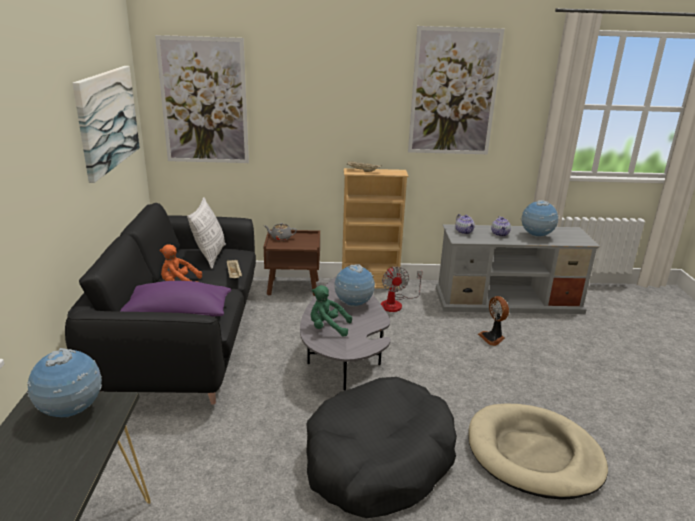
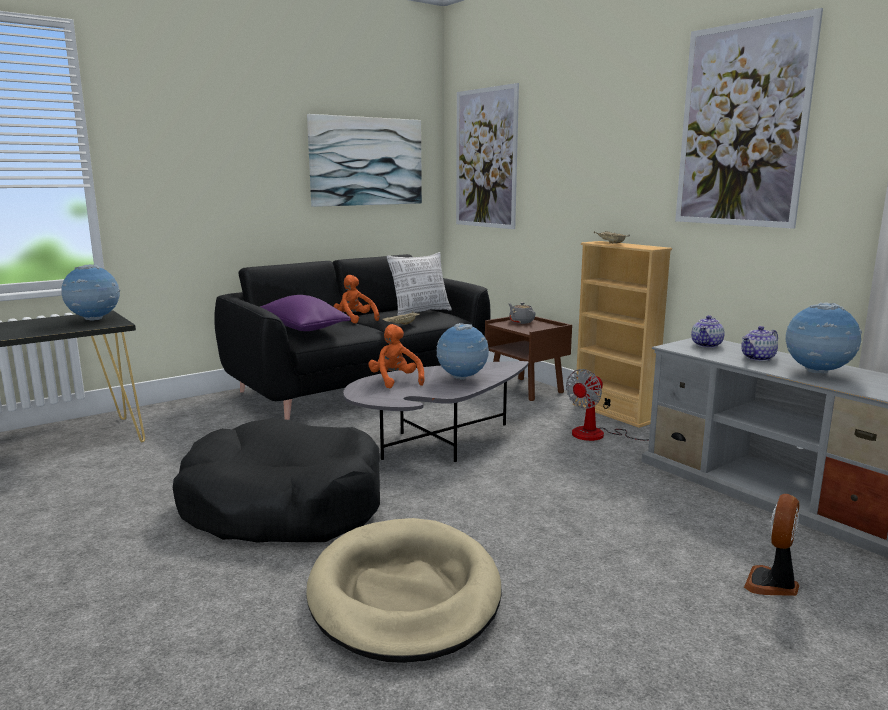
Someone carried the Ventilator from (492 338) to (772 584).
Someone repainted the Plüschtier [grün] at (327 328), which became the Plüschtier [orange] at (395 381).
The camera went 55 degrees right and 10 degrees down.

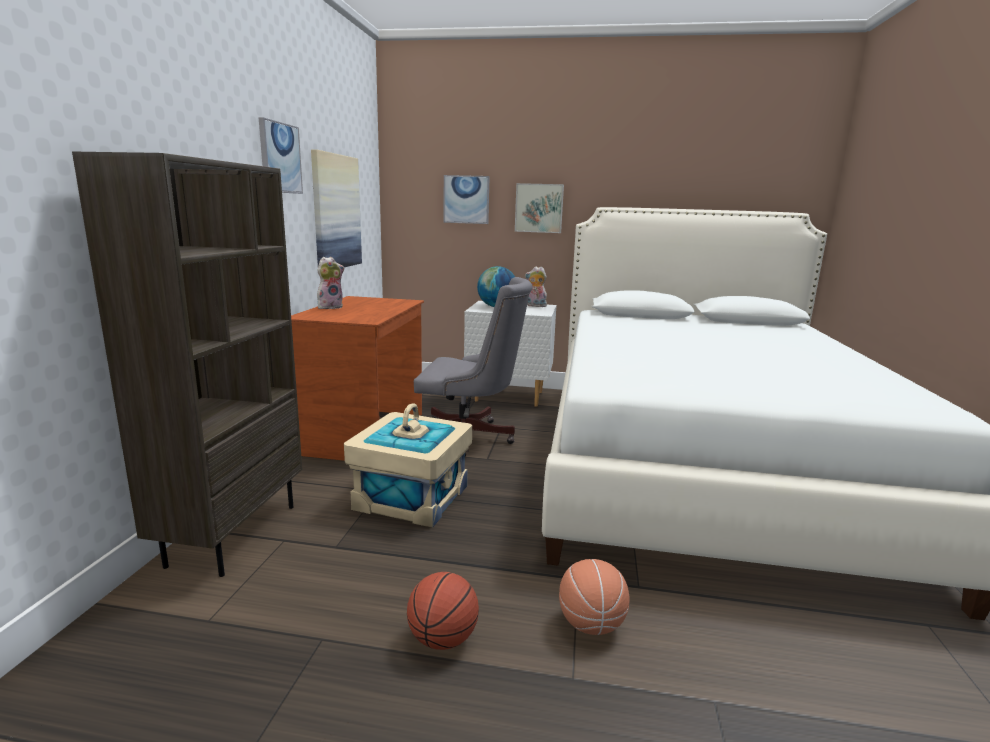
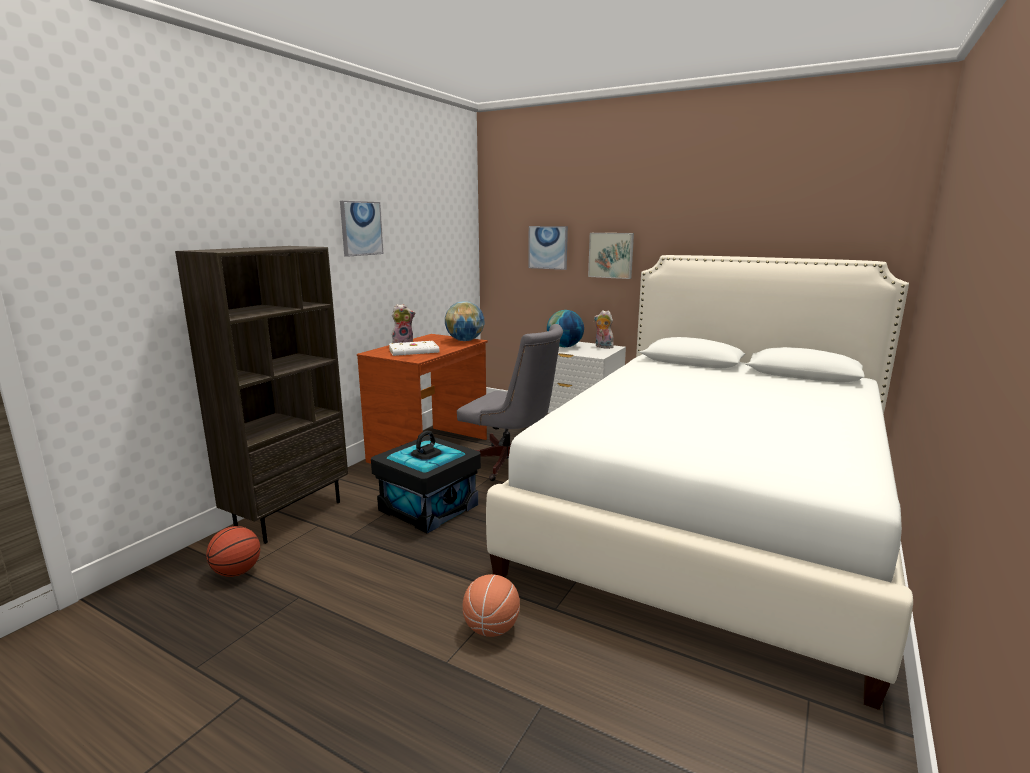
Someone took away the Bild at (335 212).
Someone put down the Buch [weiß] at (414 351).
Someone put down the Globus at (465 340).
Someone carried the Basketball from (443 639) to (237 572).
Someone repainted the Aufbewahrungsbox [beige] at (411 497), which became the Aufbewahrungsbox [schwarz] at (428 507).
The camera went 20 degrees right and 0 degrees up.

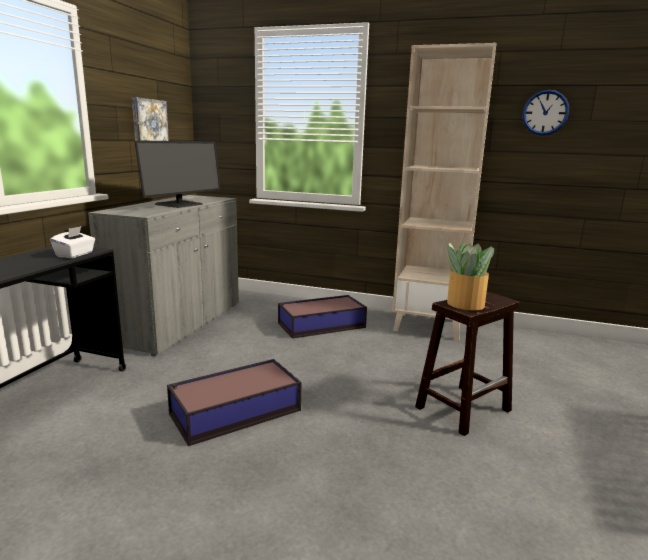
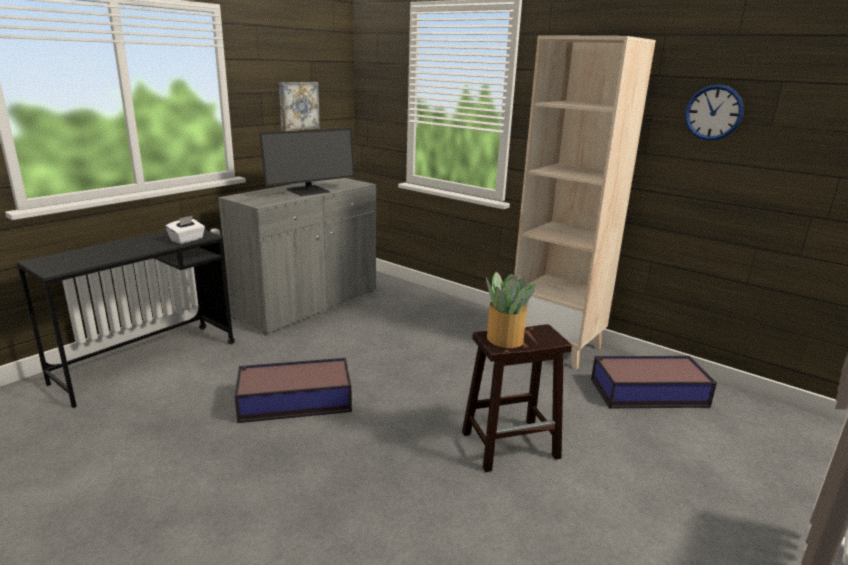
Someone carried the Aufbewahrungsbox from (320 325) to (646 392).
The camera went 20 degrees right and 5 degrees up.

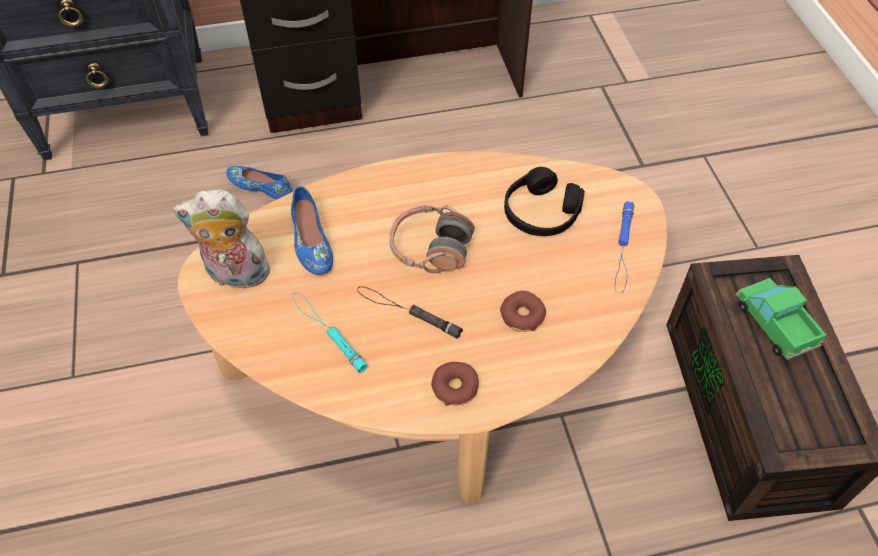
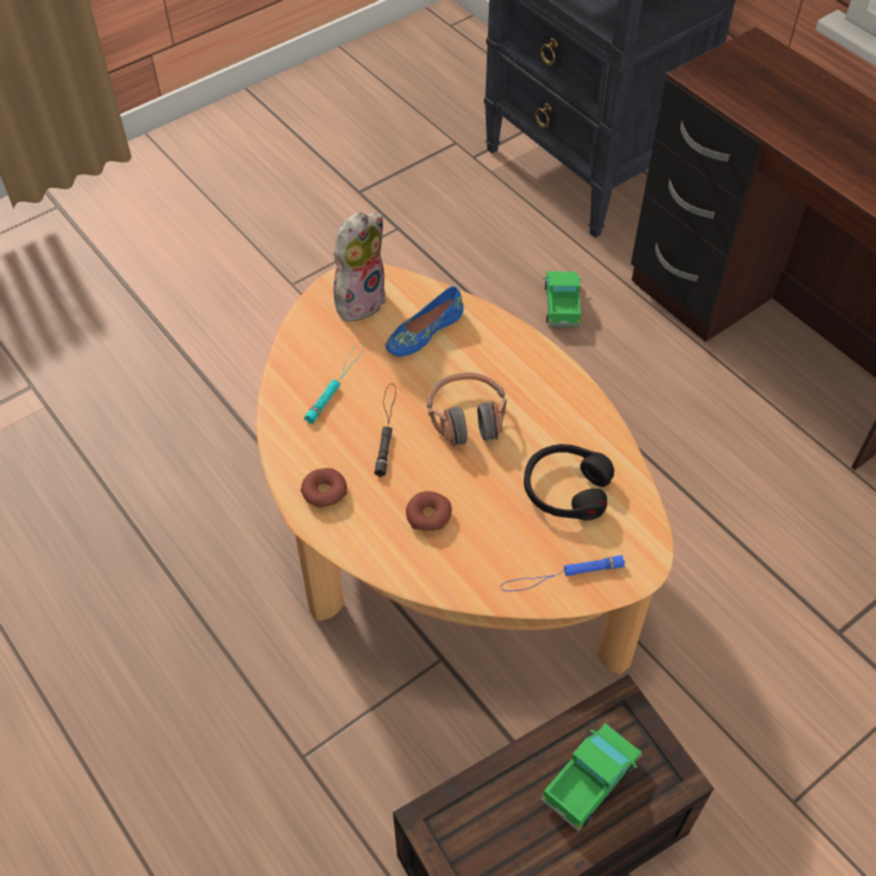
Someone swapped the Schuh [blau] at (260 185) for the Spielzeuglaster at (561 304).
Someone rotated the Plüschtier at (235 276) by 60 degrees clockwise.
The camera went 65 degrees right and 0 degrees up.

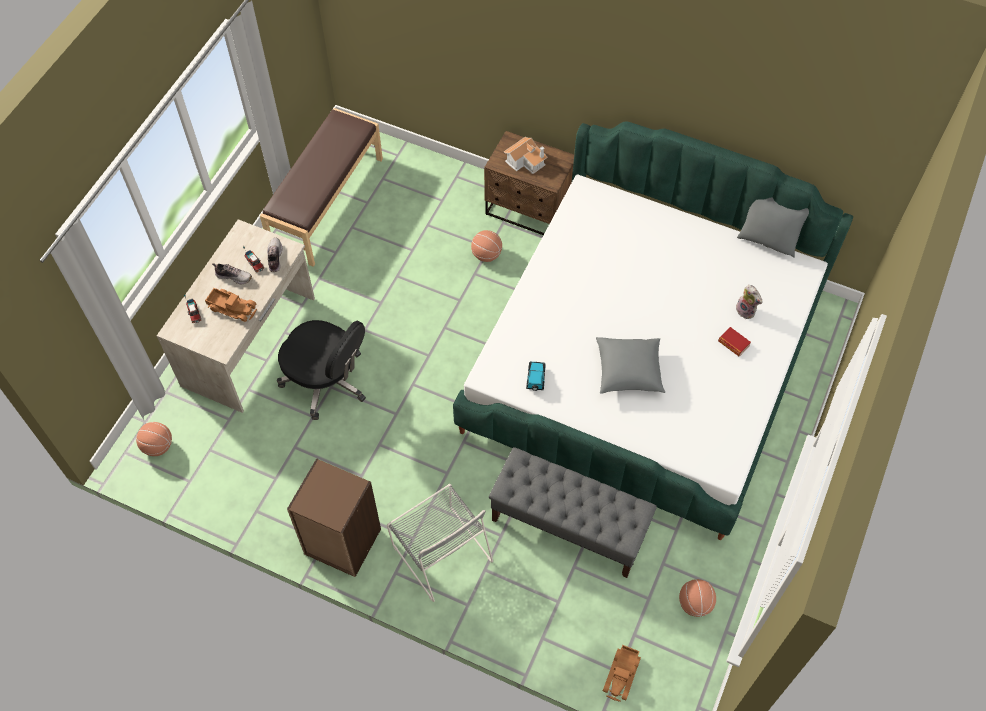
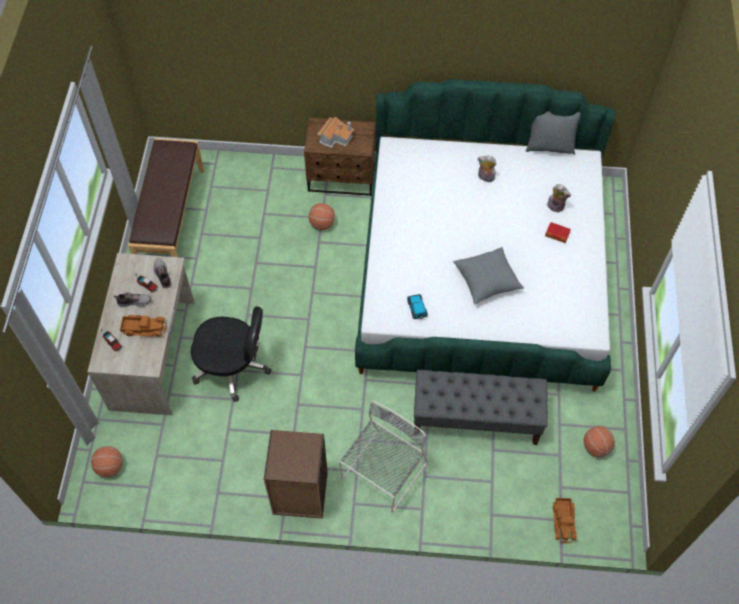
Someone put down the Plüschtier at (485 178).
Someone rotated the Stuhl [grau] at (440 550) by 90 degrees counterclockwise.
The camera went 20 degrees left and 0 degrees up.

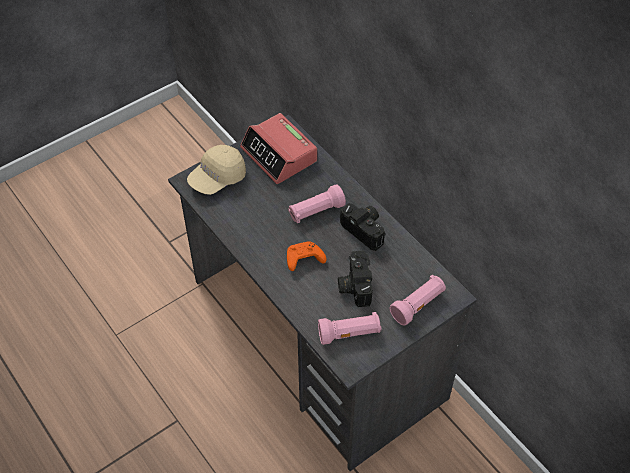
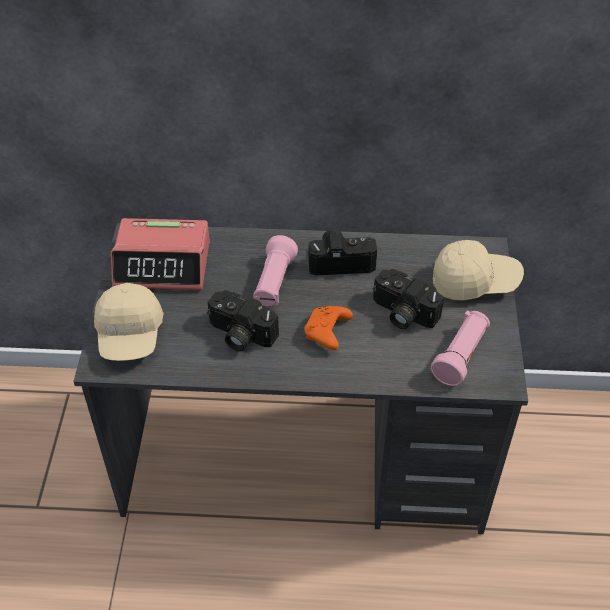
Someone put down the Kamera at (239 334).
Someone swapped the Taschenlampe [rosa] at (418 305) for the Kappe [beige] at (474 282).
The camera went 50 degrees left and 5 degrees down.

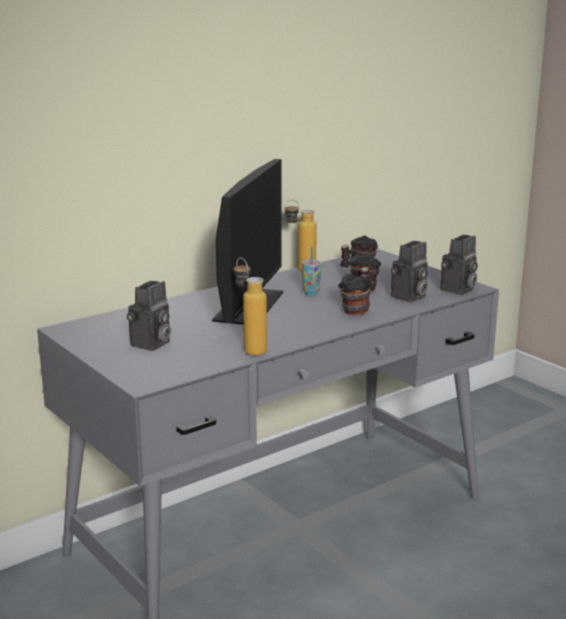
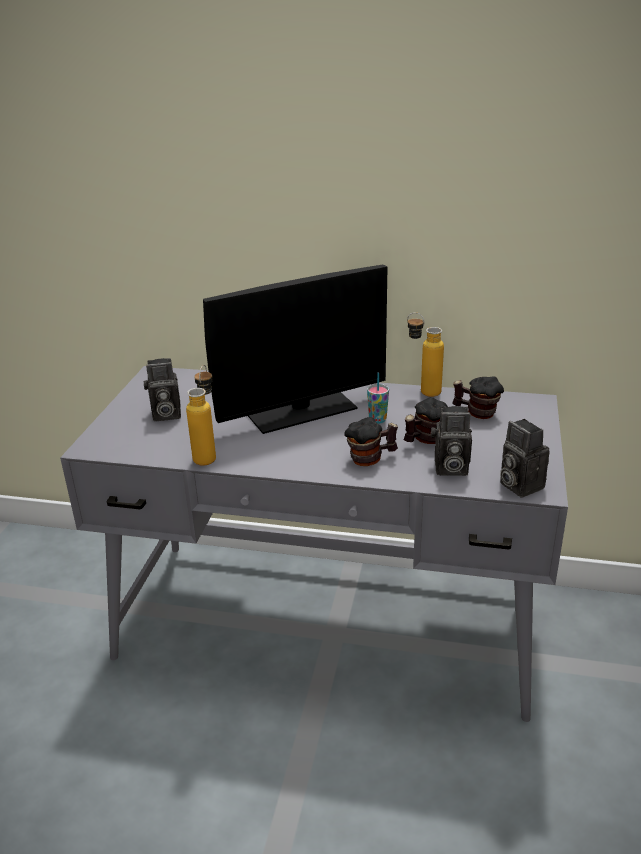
Someone rotated the Kamera at (458 290) by 60 degrees clockwise.
The camera went 50 degrees right and 10 degrees up.

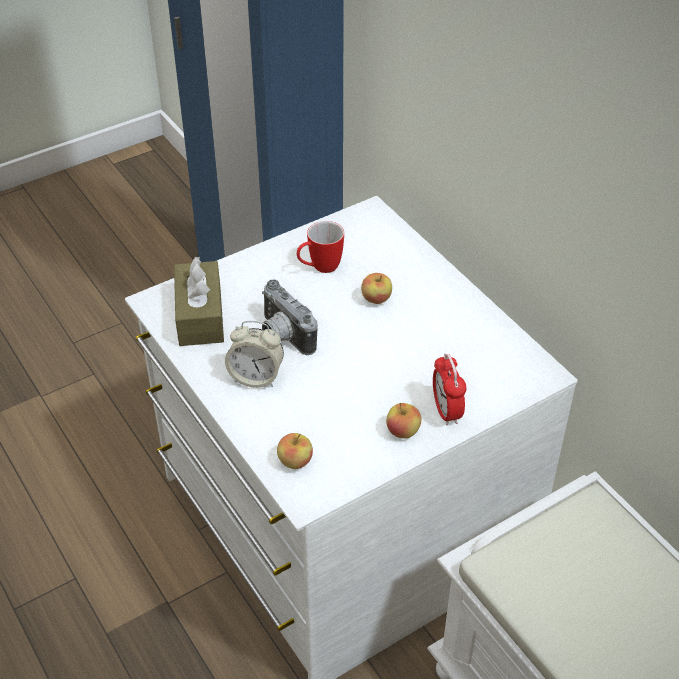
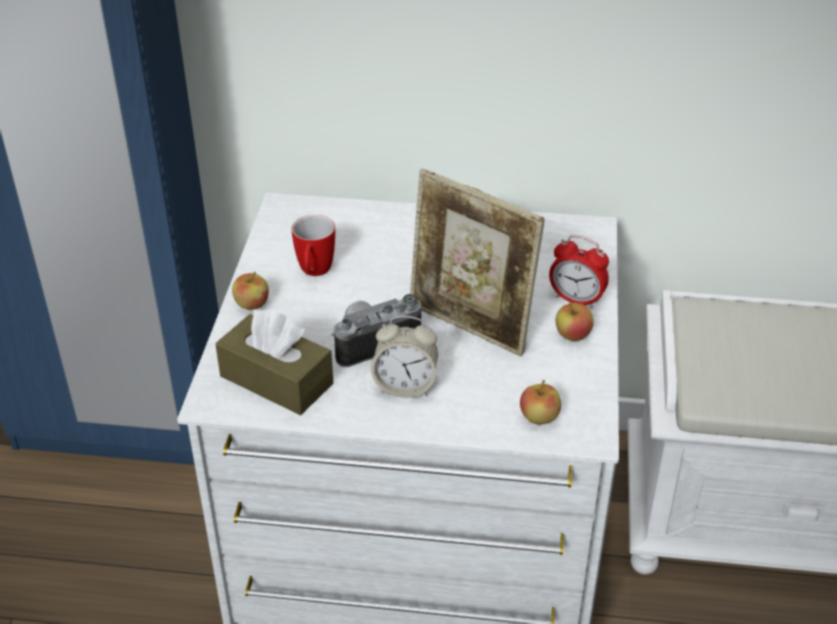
Someone put down the Bilderrahmen at (470 327).
Someone carried the Apfel from (376 299) to (252 305).
Someone rotated the Wecker at (256 377) by 45 degrees clockwise.
Someone rotated the Kamera at (282 336) by 150 degrees clockwise.
The camera went 50 degrees left and 5 degrees down.

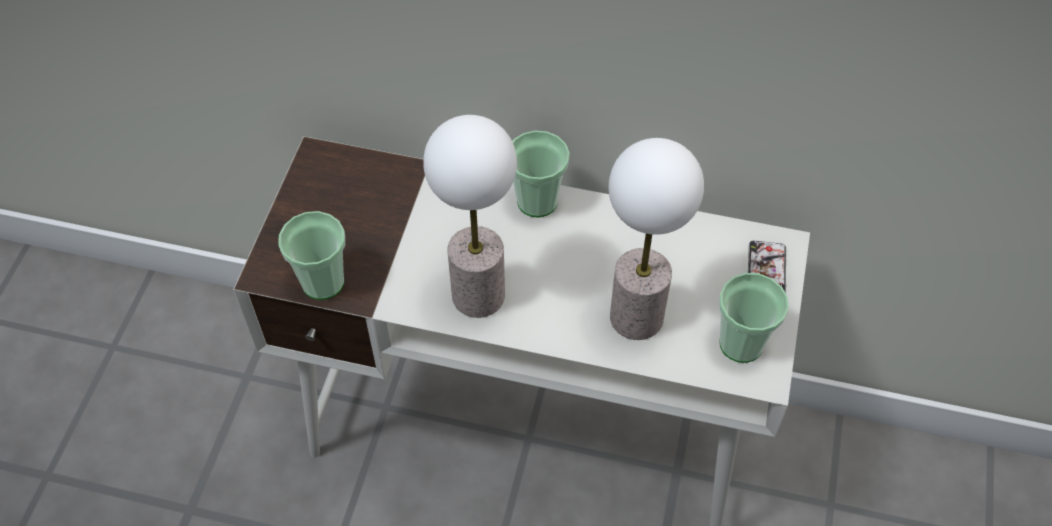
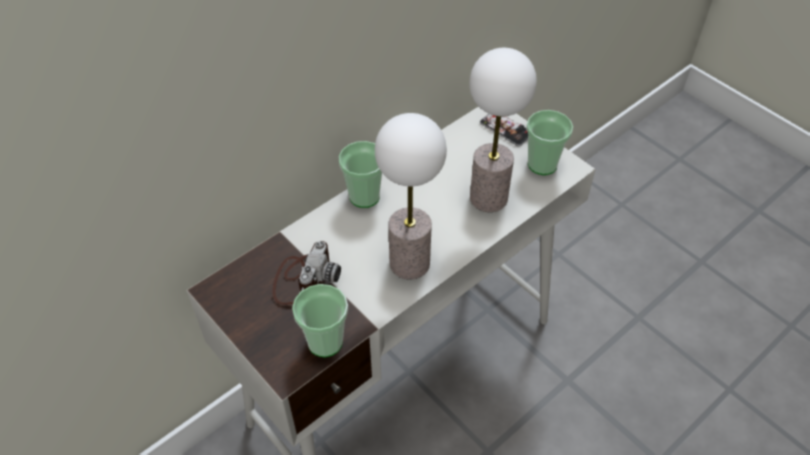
Someone put down the Kamera at (303 278).
The camera went 55 degrees left and 5 degrees down.

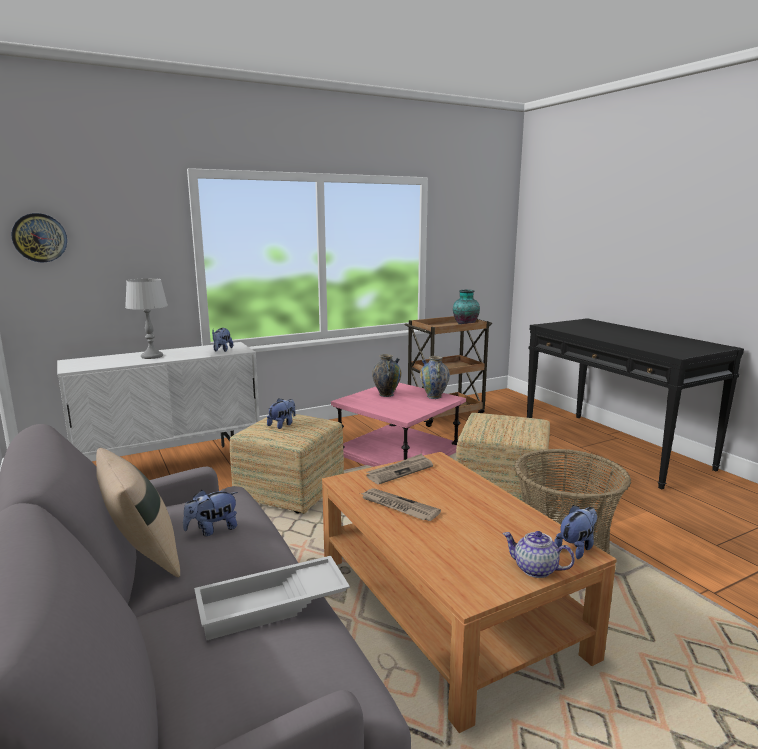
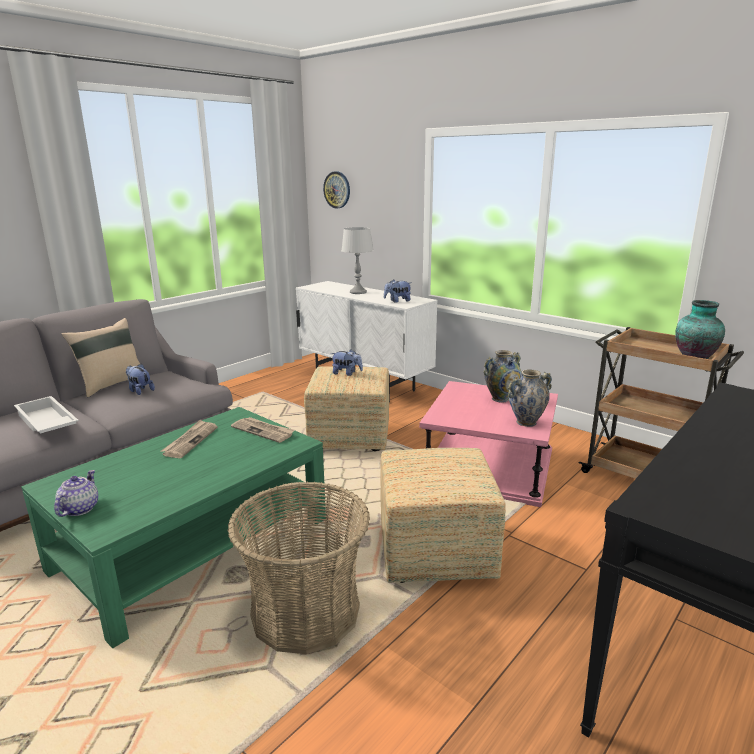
Someone took away the Plüschtier at (576 548).
Someone repainted the Couchtisch [braun] at (444 604), which became the Couchtisch [grün] at (194 543).
The camera went 70 degrees right and 5 degrees up.

